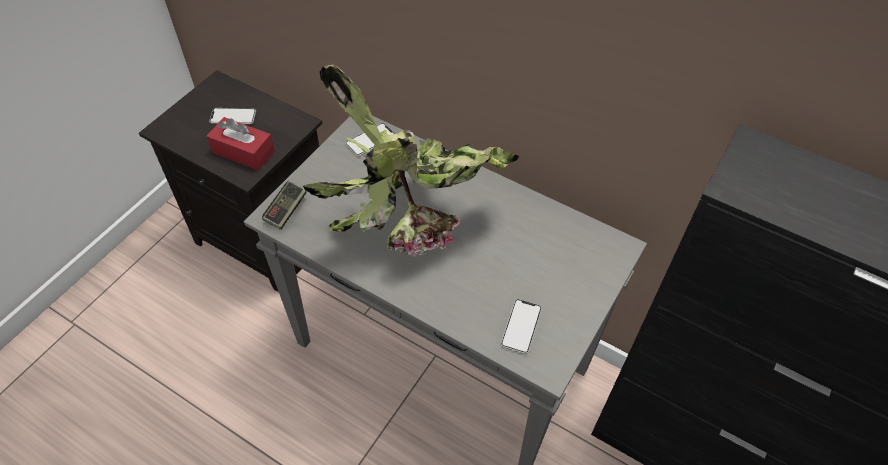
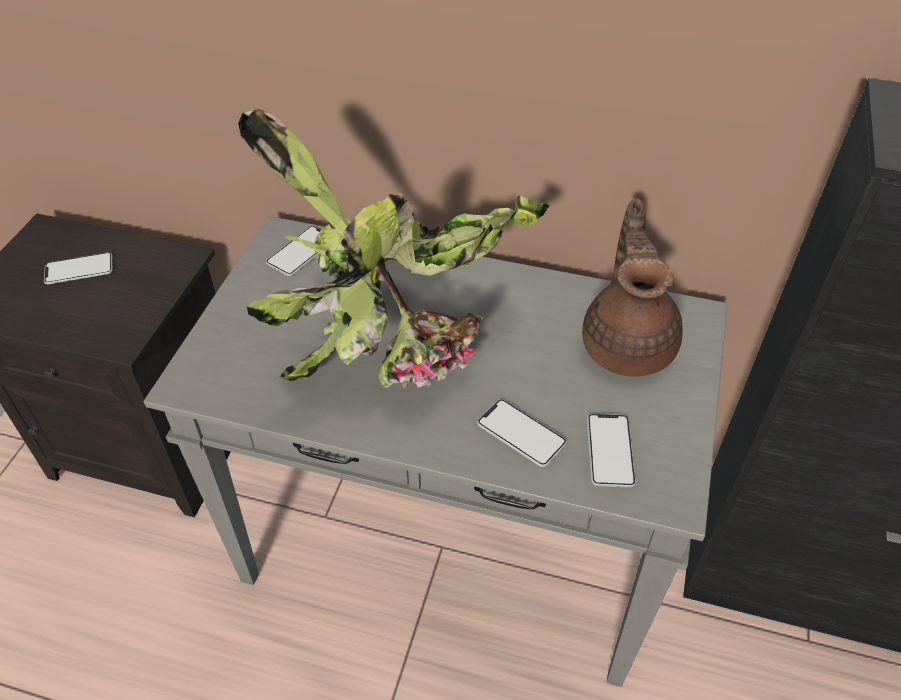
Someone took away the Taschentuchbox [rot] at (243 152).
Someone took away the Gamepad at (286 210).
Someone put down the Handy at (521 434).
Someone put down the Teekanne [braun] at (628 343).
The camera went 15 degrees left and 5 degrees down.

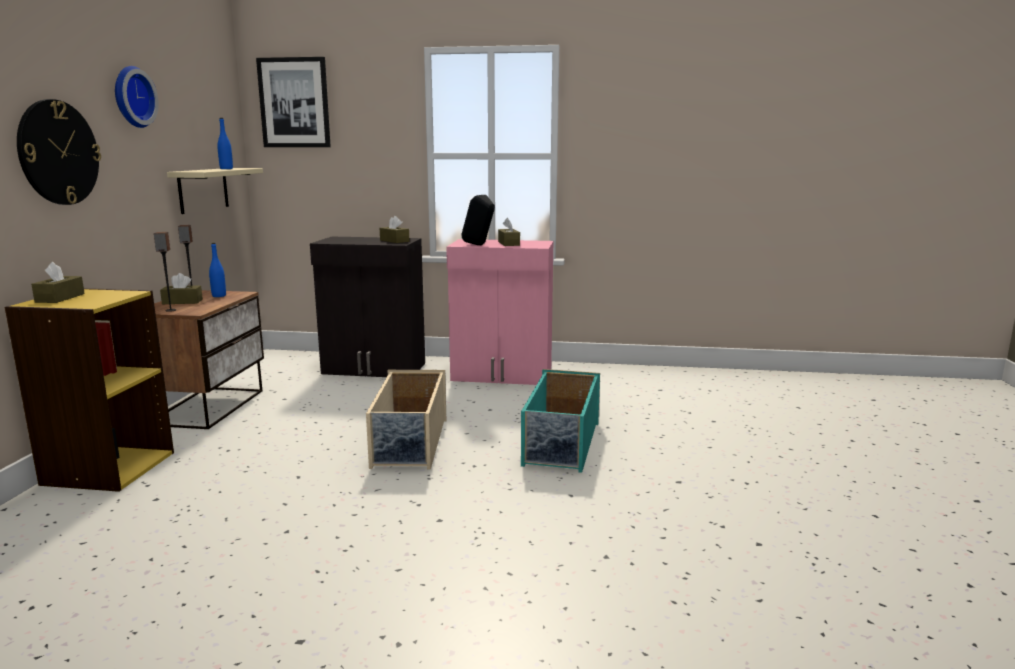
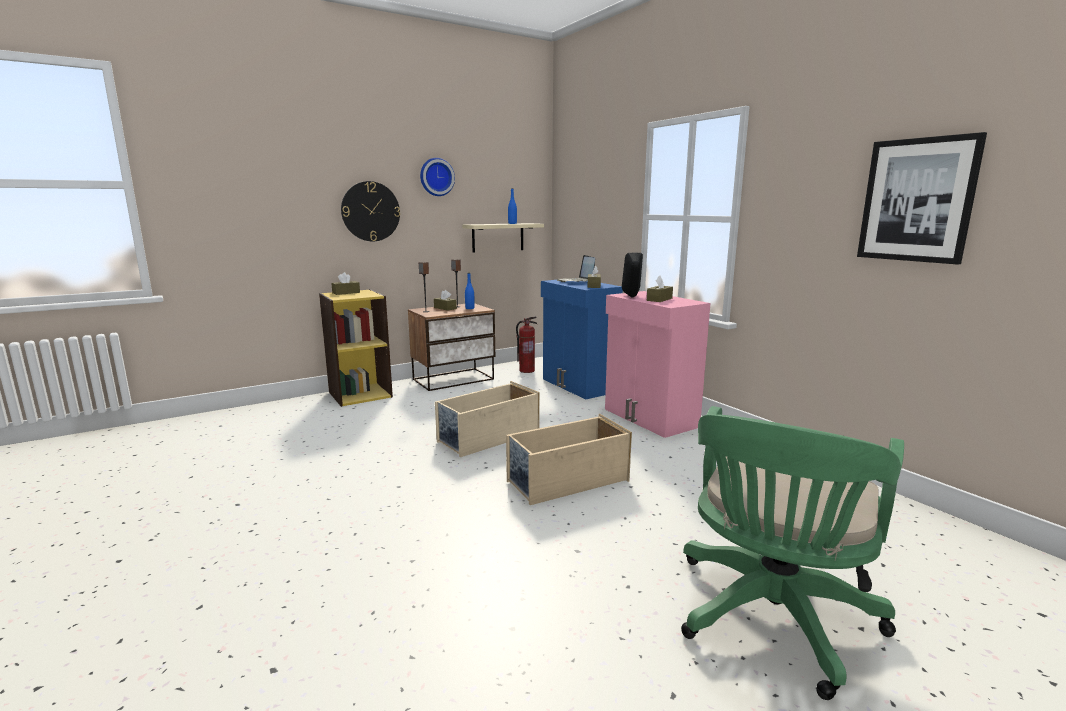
Someone put down the Feuerlöscher at (527 370).
Someone put down the Laptop at (576 281).
Someone put down the Bürostuhl [grün] at (771 620).
Someone carried the Bild from (294 103) to (917 200).
Someone repainted the Schrank [schwarz] at (374 369), which became the Schrank [blau] at (578 385).
Someone repainted the Aufbewahrungsbox [türkis] at (561 444), which became the Aufbewahrungsbox [beige] at (567 481).
The camera went 50 degrees right and 0 degrees up.

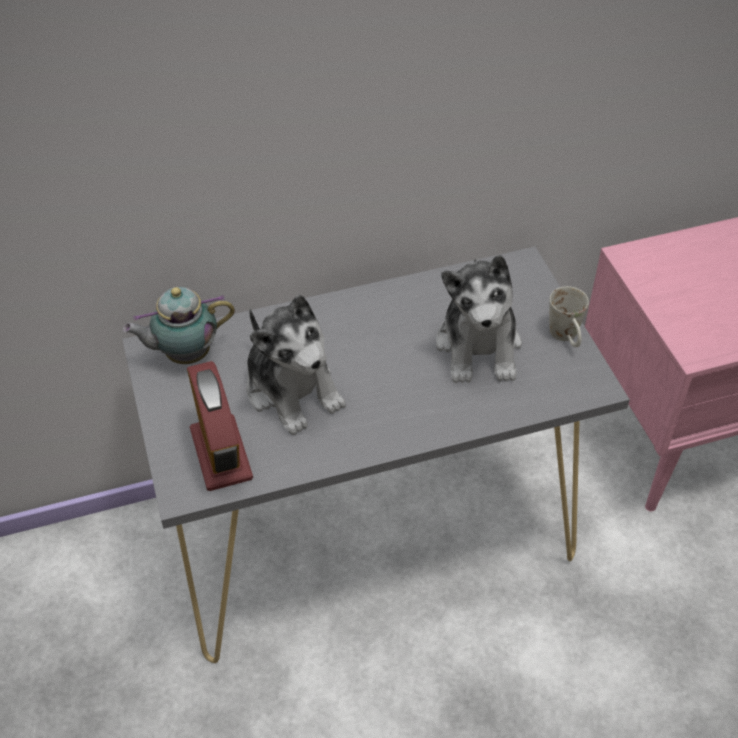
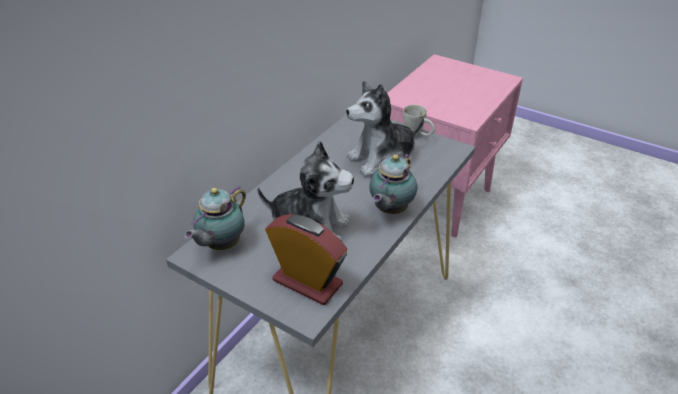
Someone put down the Teekanne at (390 210).
Someone rotated the Plüschtier at (479 346) by 105 degrees clockwise.
The camera went 40 degrees left and 10 degrees down.

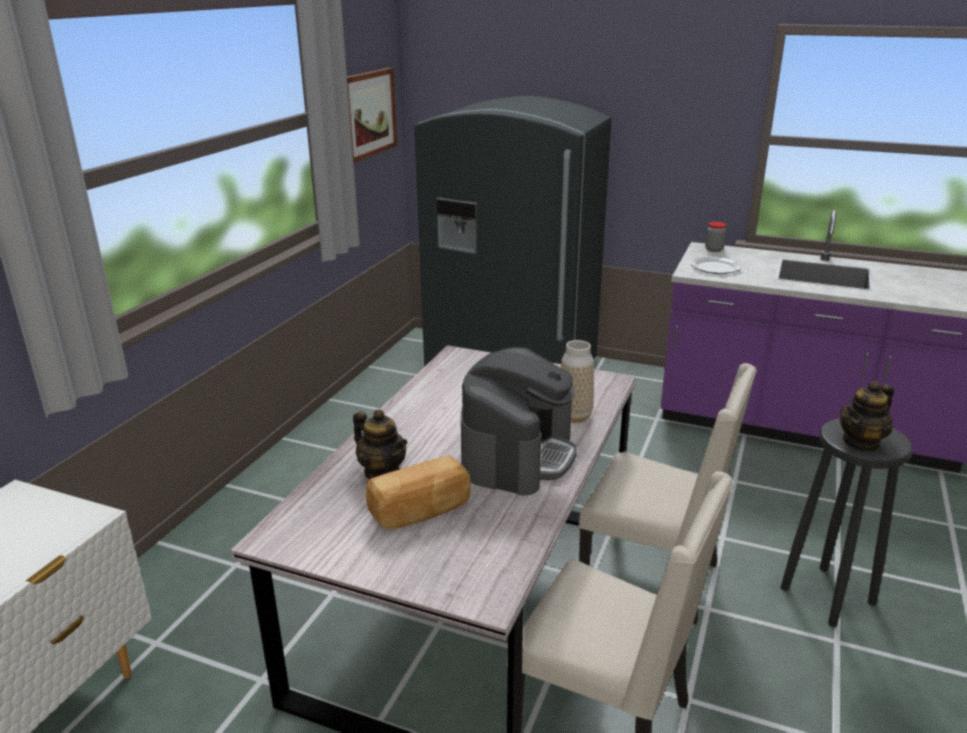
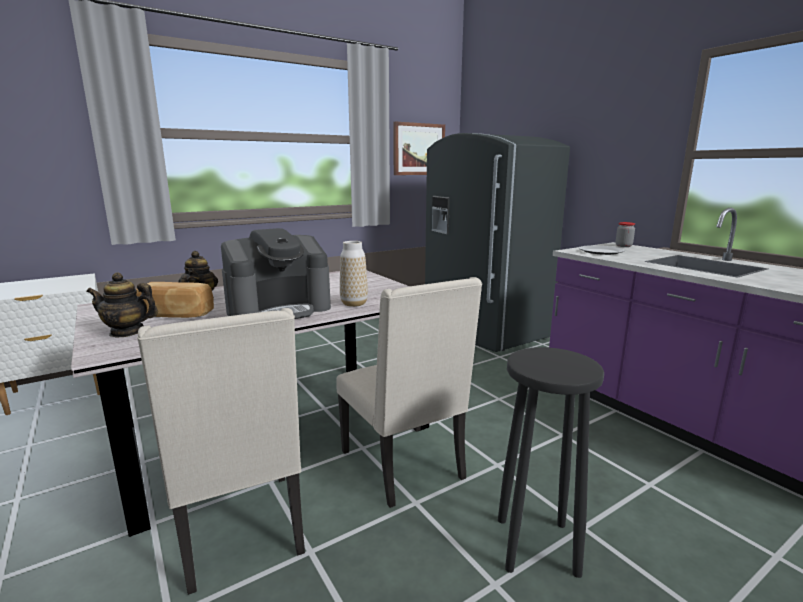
Someone carried the Teekanne from (861 443) to (127 332).
The camera went 35 degrees right and 10 degrees down.

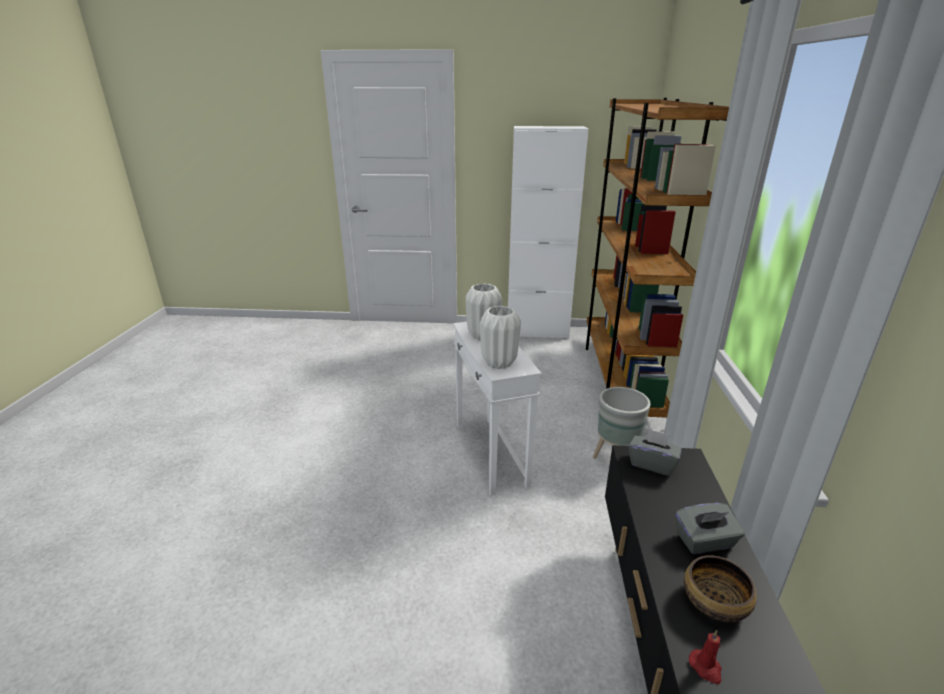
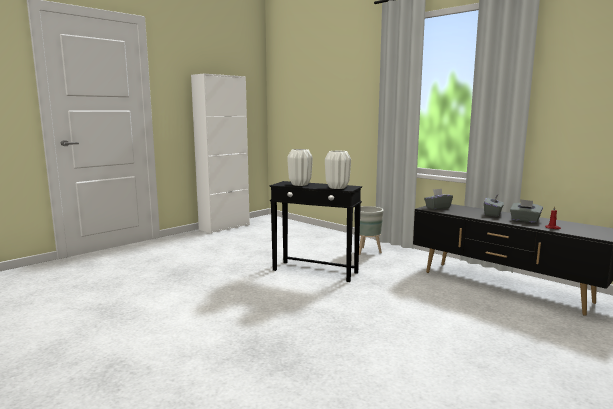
Someone took away the Bücherregal [braun] at (620 379).
Someone swapped the Schüssel at (715 602) for the Taschentuchbox [grau] at (525 220).
Someone repainted the Beistelltisch [weiß] at (490 454), which became the Beistelltisch [schwarz] at (315 271).
The camera went 50 degrees left and 15 degrees down.

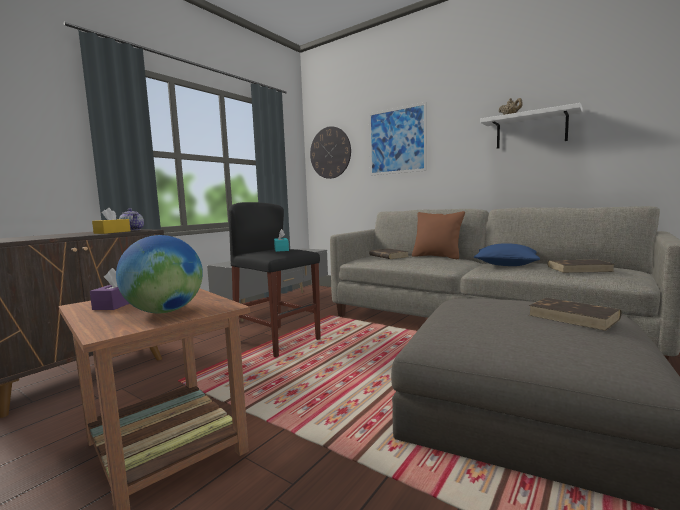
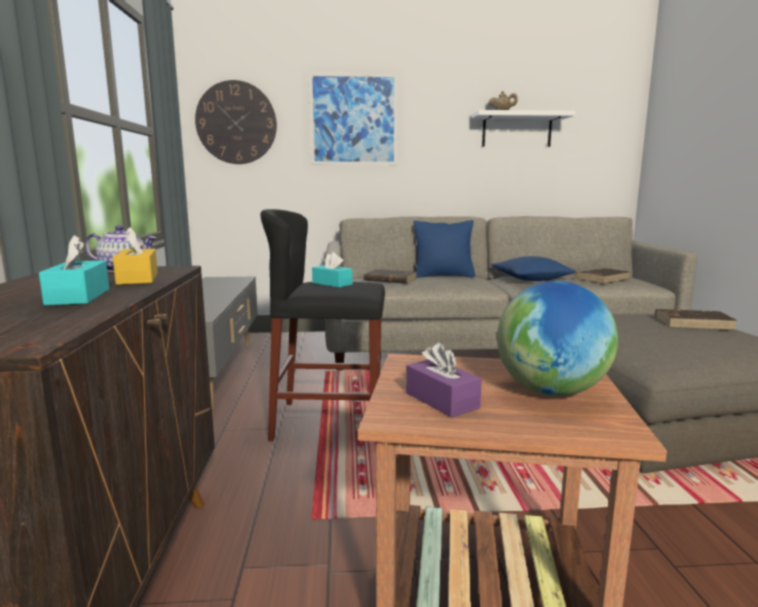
Someone put down the Taschentuchbox [türkis] at (78 297).
Someone repainted the Kissen [braun] at (437 257), which became the Kissen [blau] at (443 276).
The camera went 40 degrees left and 5 degrees up.

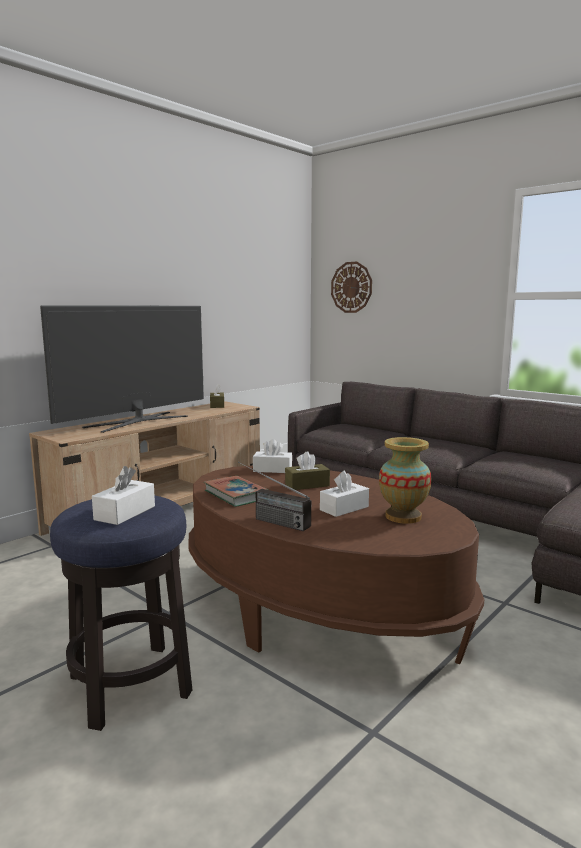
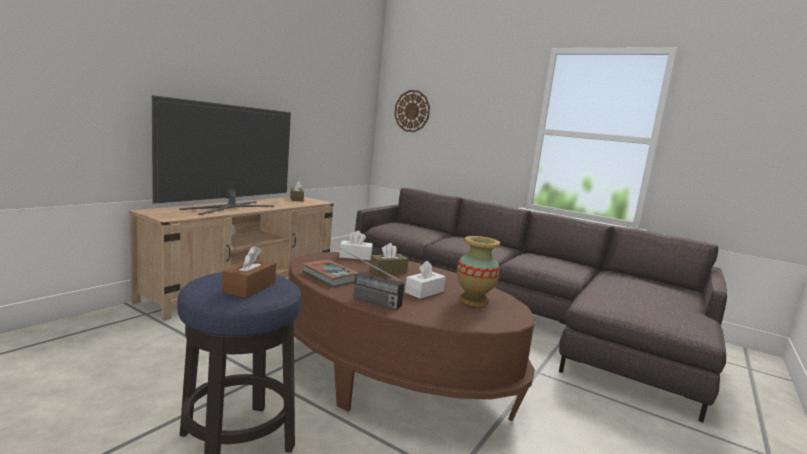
Someone repainted the Taschentuchbox [weiß] at (125 513), which became the Taschentuchbox [braun] at (249 287).
The camera went 10 degrees left and 0 degrees up.

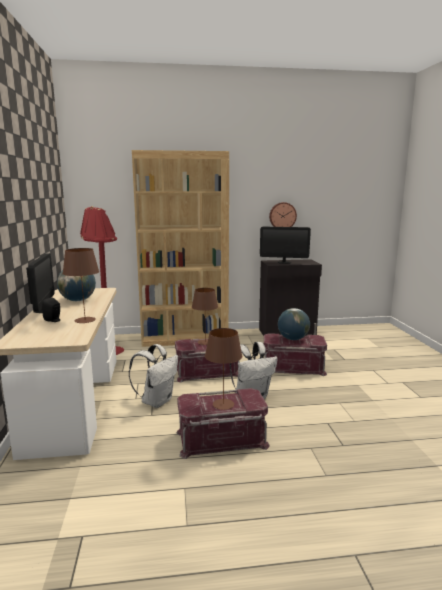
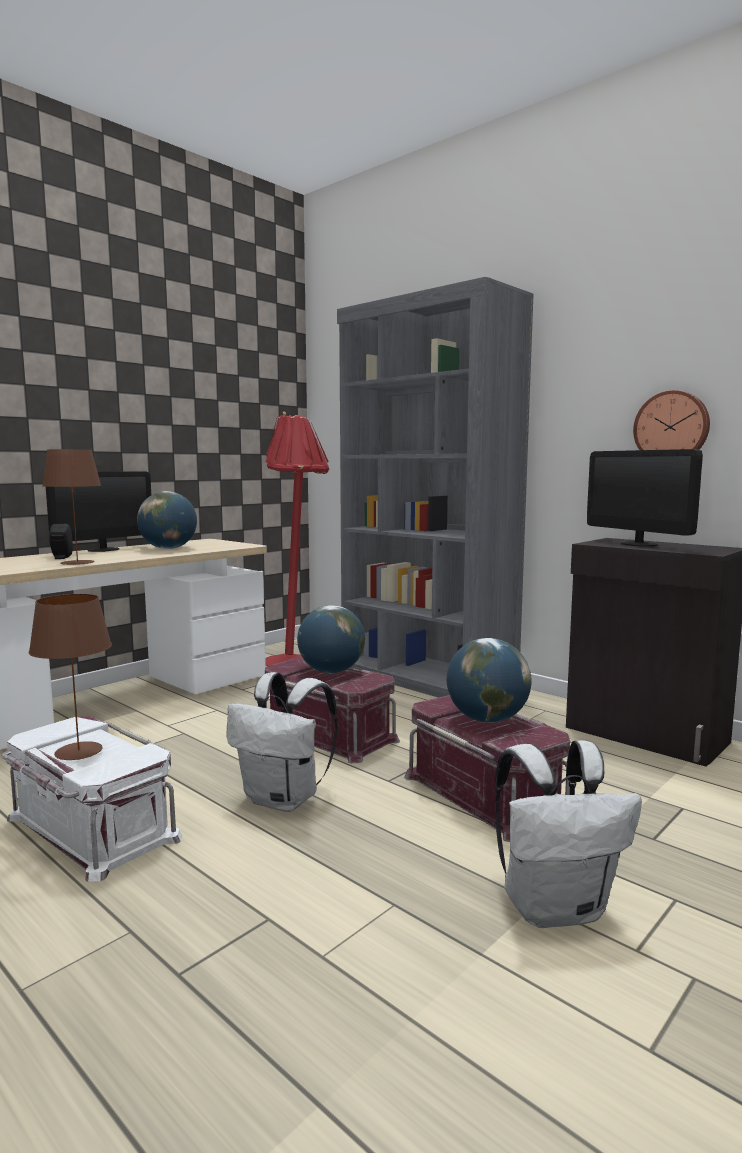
Someone carried the Rucksack [weiß] from (157 401) to (556 907).
Someone swapped the Tischlampe [braun] at (205 342) for the Globus at (331 671).
Someone repainted the Bücherregal [braun] at (185 338), which became the Bücherregal [grau] at (426 679).
Someone repainted the Aufbewahrungsbox [rot] at (221 440), which became the Aufbewahrungsbox [weiß] at (90 828).
The camera went 50 degrees right and 5 degrees down.

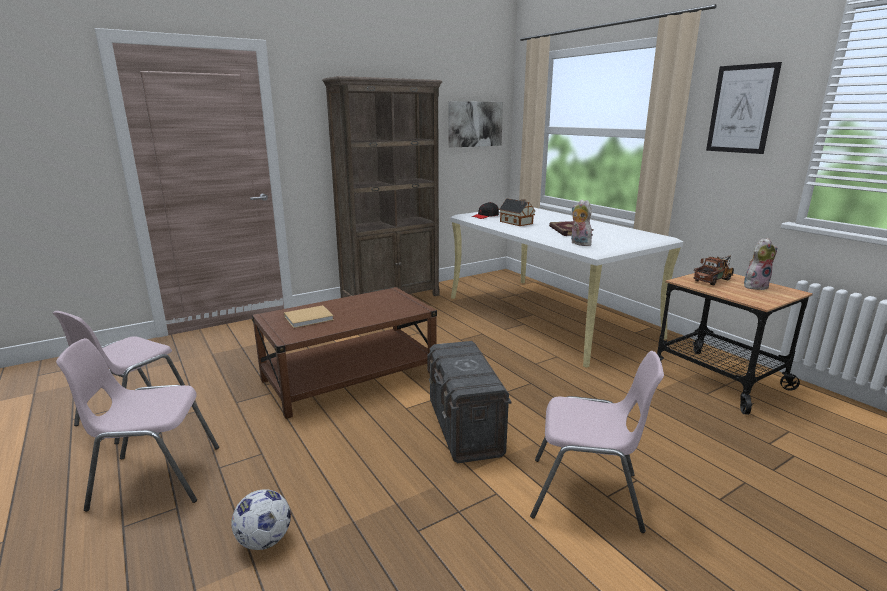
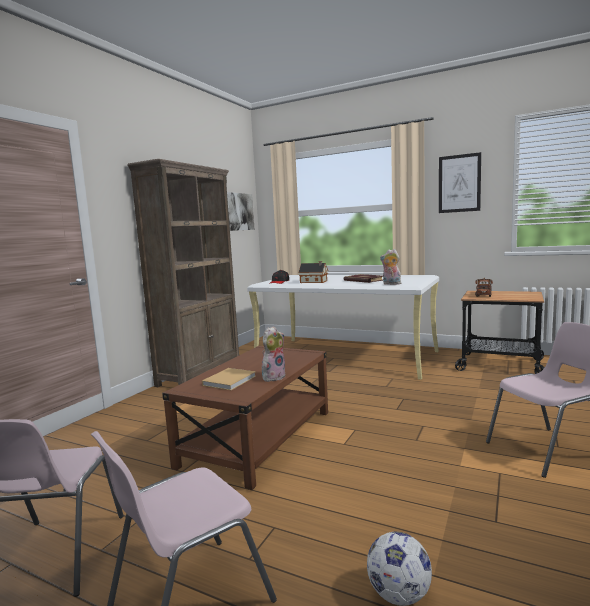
Someone took away the Aufbewahrungsbox [grau] at (464 427).
Someone carried the Plüschtier from (755 286) to (273 377).
The camera went 30 degrees left and 10 degrees down.

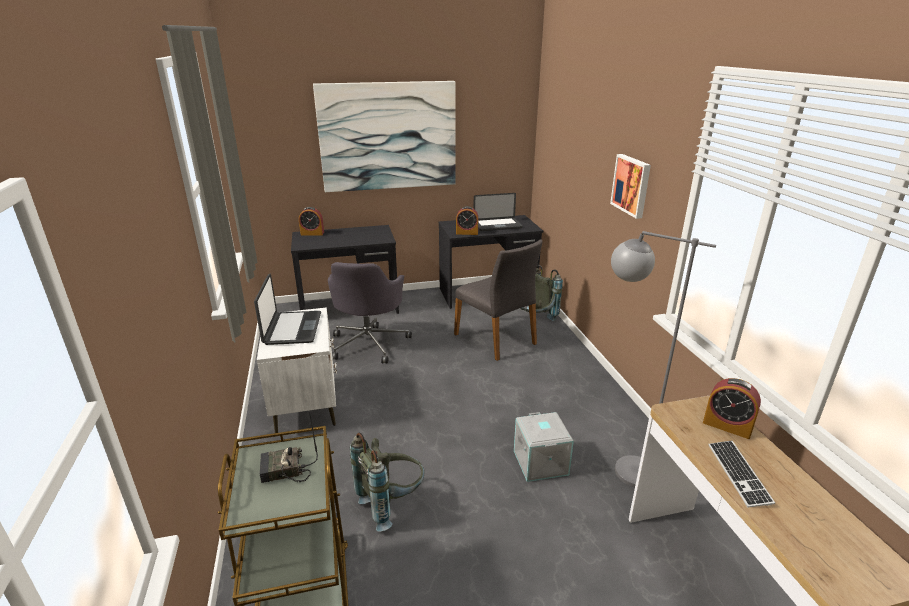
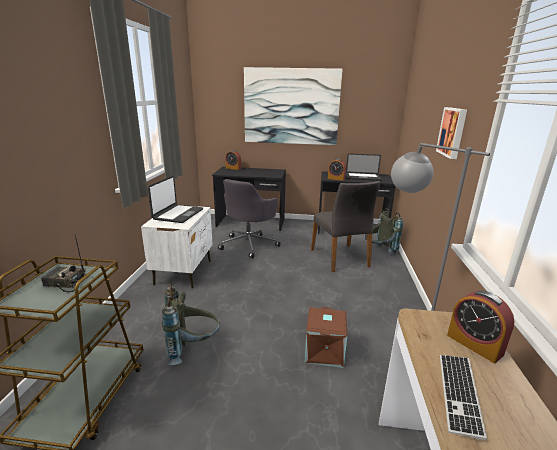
Someone repainted the Aufbewahrungsbox [grau] at (541 463), which became the Aufbewahrungsbox [braun] at (325 351).
The camera went 20 degrees right and 5 degrees down.

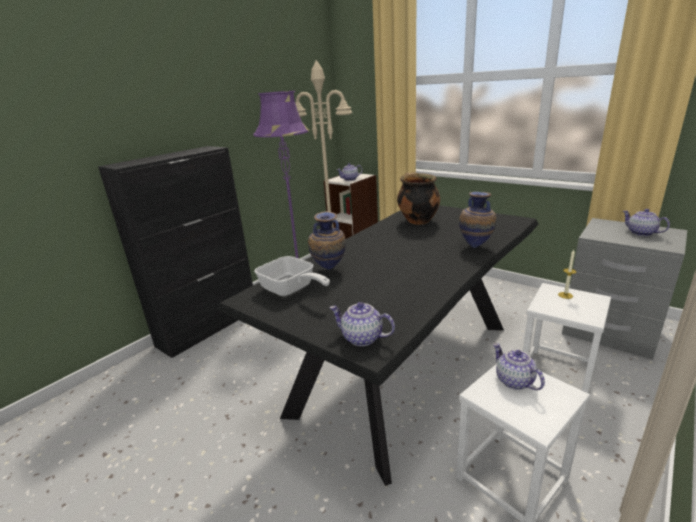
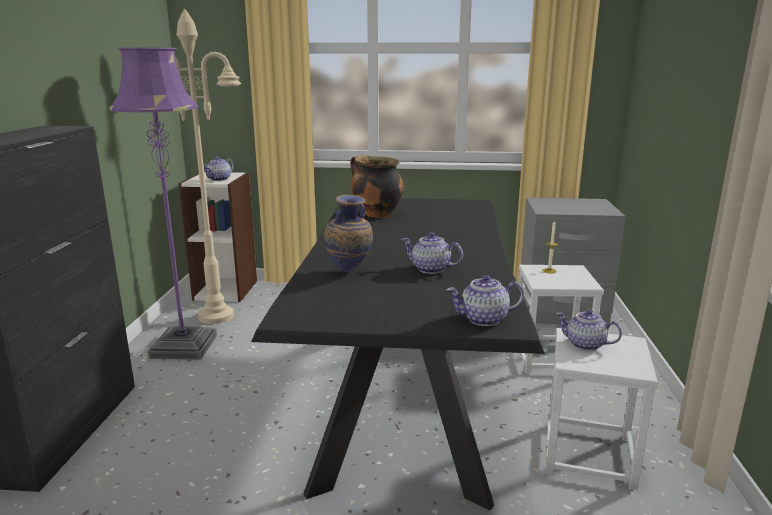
Someone took away the Pfanne at (291 290).
Someone took away the Vase at (476 246).
Someone carried the Teekanne from (640 233) to (430 269).
The camera went 35 degrees left and 5 degrees down.

